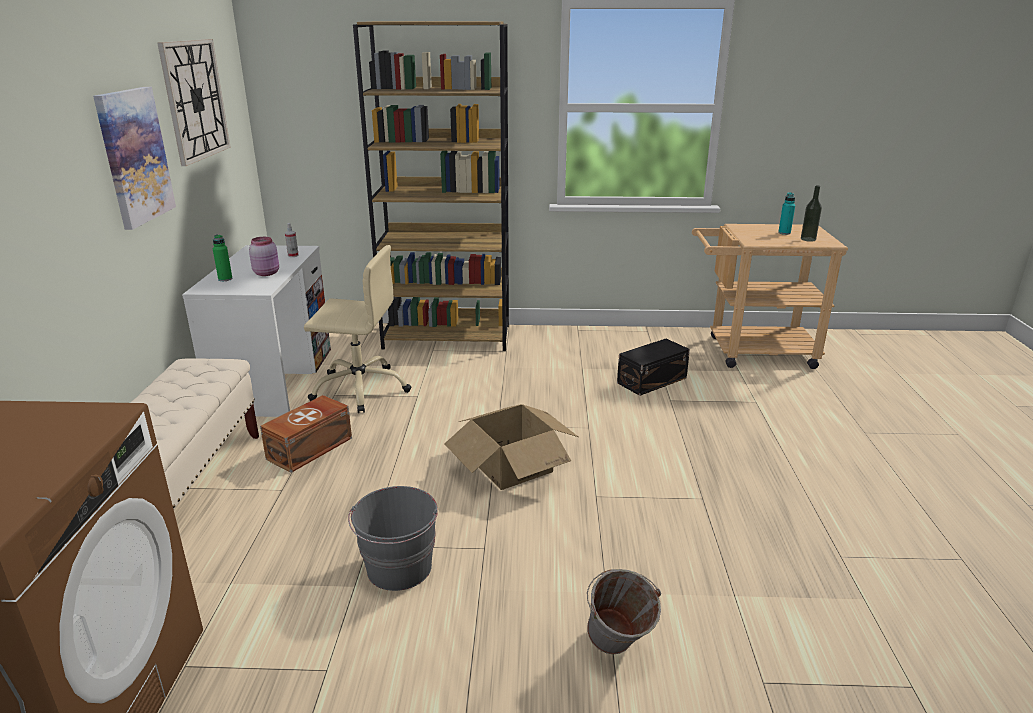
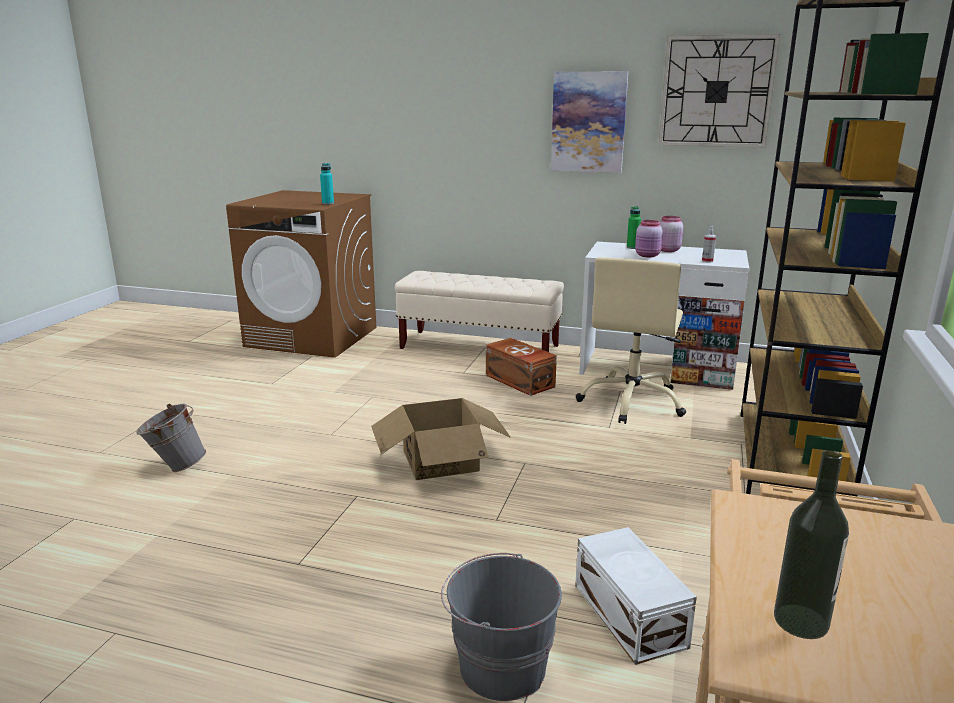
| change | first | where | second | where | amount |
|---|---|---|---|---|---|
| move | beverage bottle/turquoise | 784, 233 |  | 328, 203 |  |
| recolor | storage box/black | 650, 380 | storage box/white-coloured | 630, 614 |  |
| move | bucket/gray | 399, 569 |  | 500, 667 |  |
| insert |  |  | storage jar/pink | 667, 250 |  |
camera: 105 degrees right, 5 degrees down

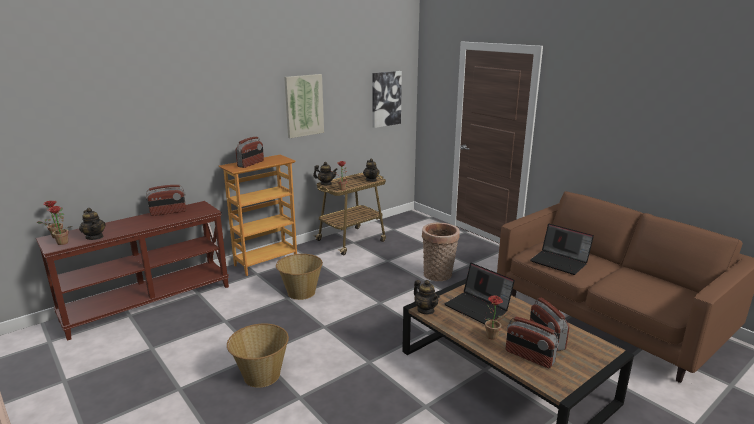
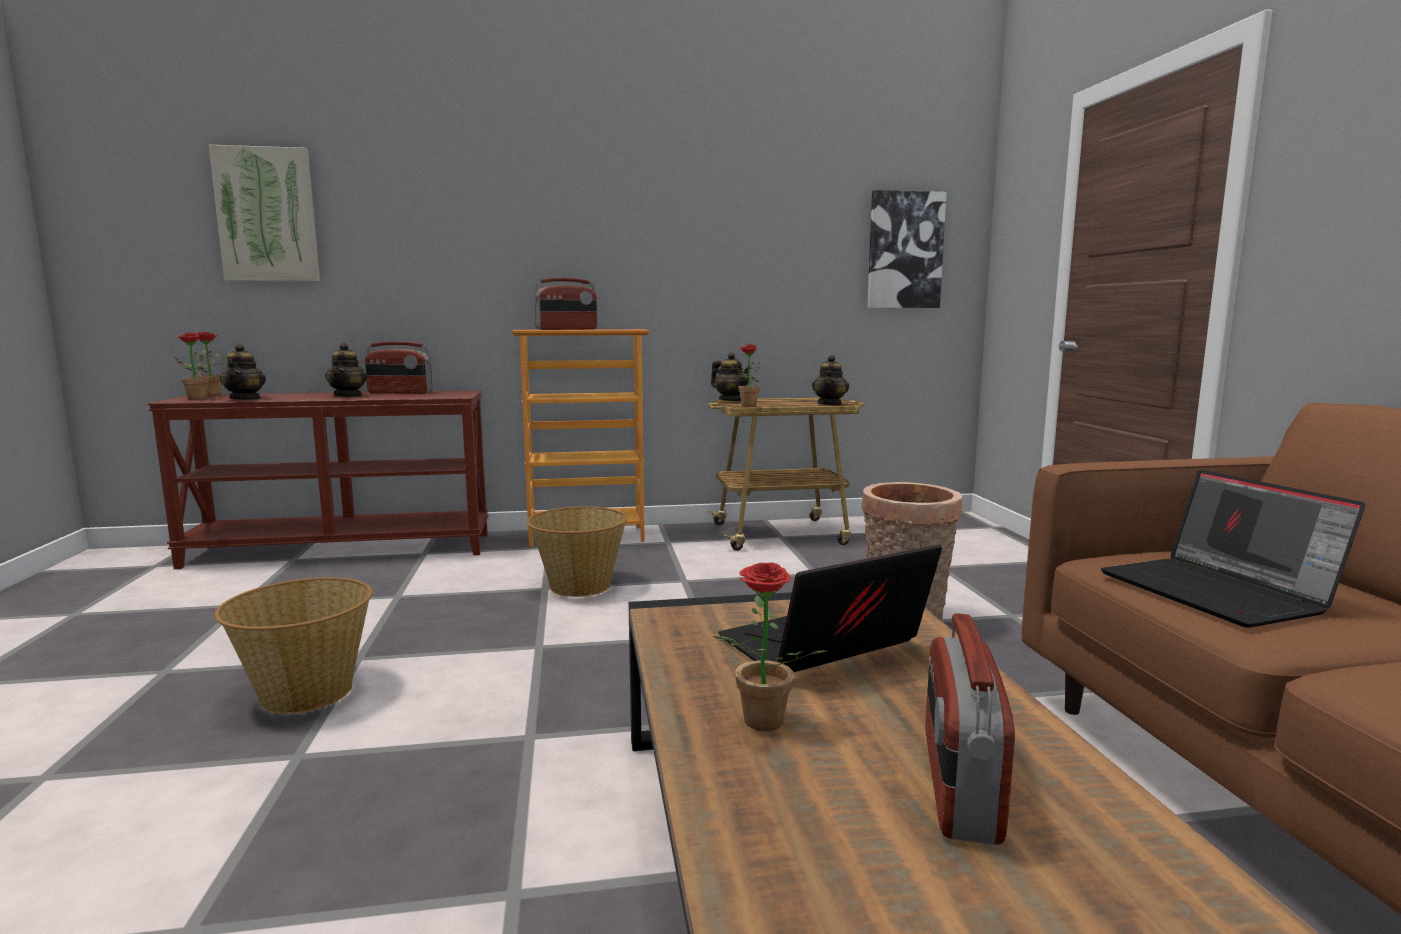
| change | first | where | second | where | amount |
|---|---|---|---|---|---|
| move | wall art | 304, 105 |  | 267, 215 |  |
| rotate | portable computer | 478, 307 |  | 823, 647 | 75 degrees clockwise |
| move | teapot | 425, 310 |  | 348, 396 |  |
| delete | radio set | 529, 357 |  |  |  |
camera: 30 degrees right, 10 degrees down

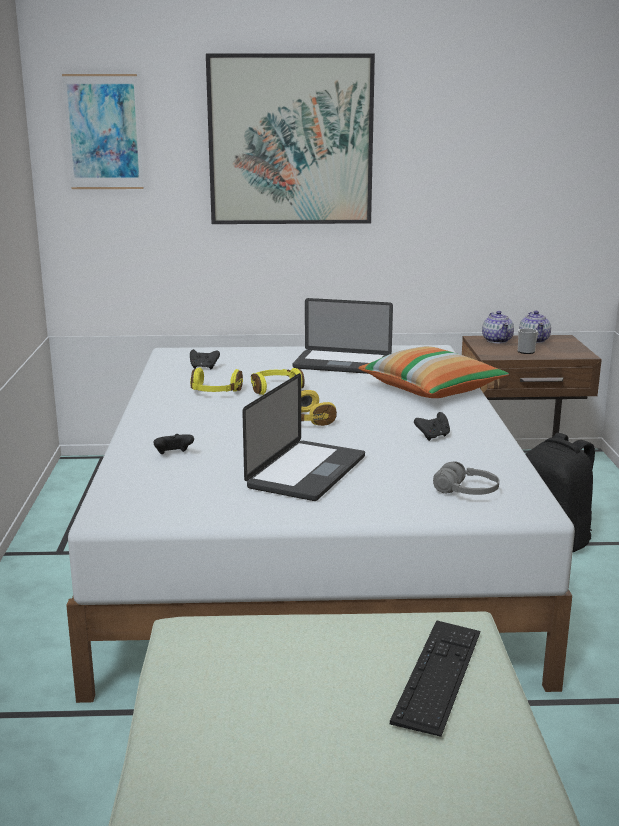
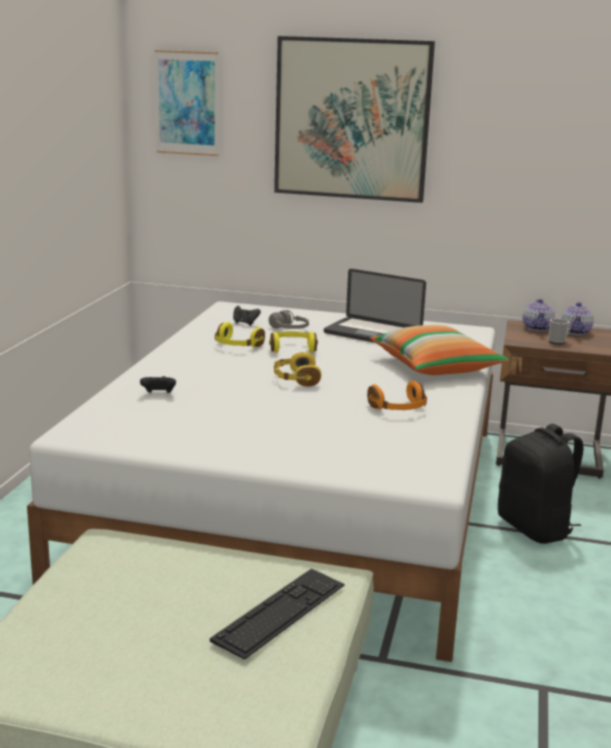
| change | first | where | second | where | amount |
|---|---|---|---|---|---|
| delete | portable computer | 307, 472 |  |  |  |
| replace | gamepad/black | 433, 437 | headset/orange | 399, 409 |  |
| move | headset/gray | 466, 492 |  | 289, 329 |  |
camera: 15 degrees right, 0 degrees up

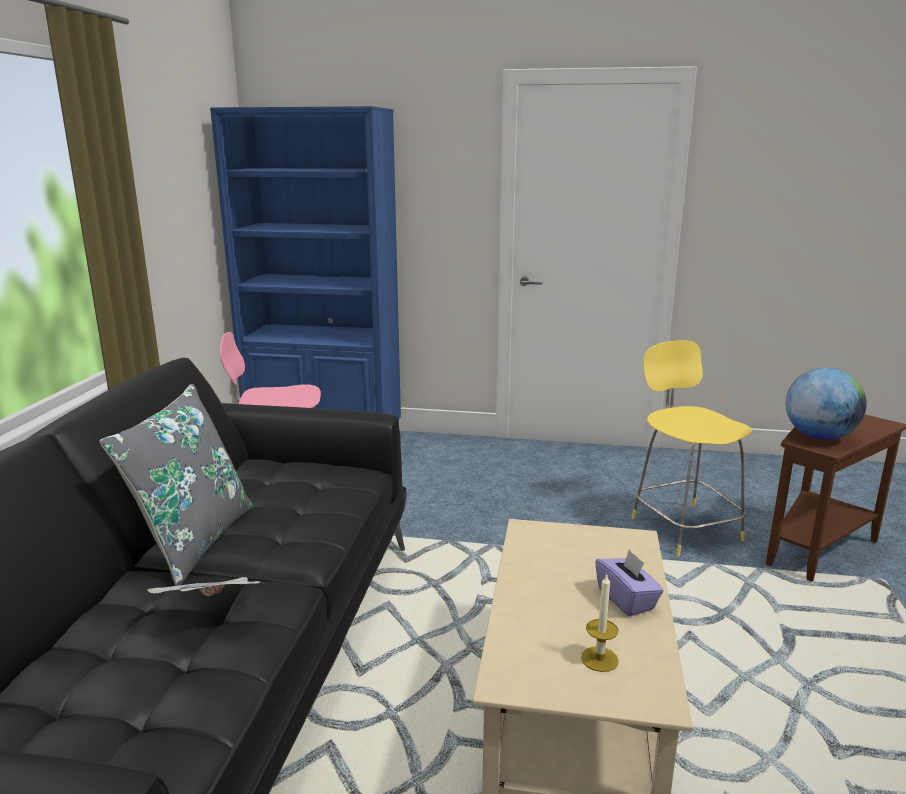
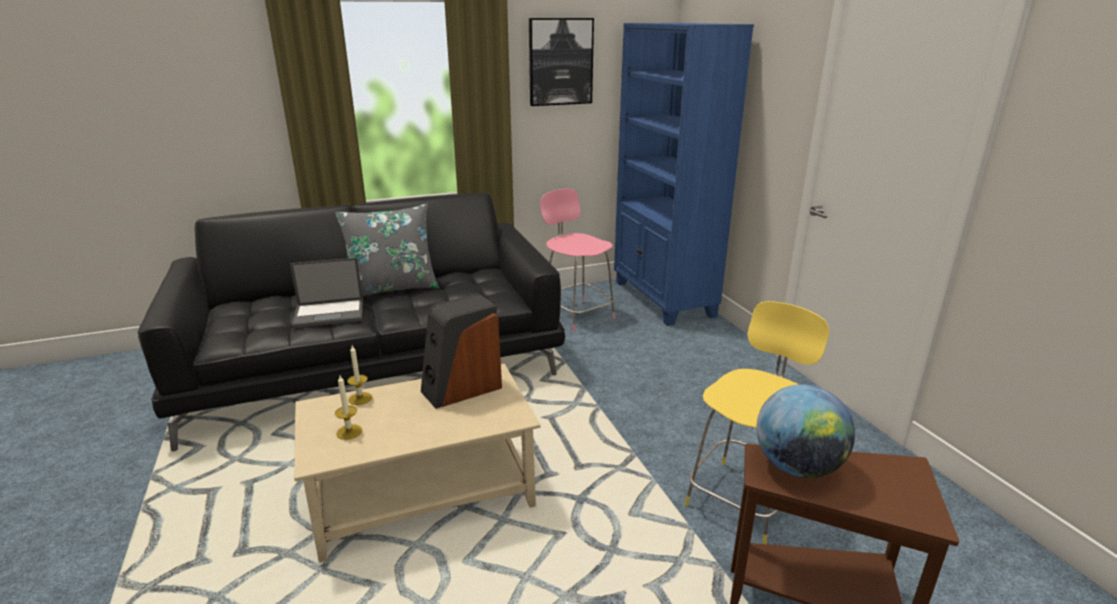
| change | first | where | second | where | amount |
|---|---|---|---|---|---|
| delete | tissue box/purplish | 627, 599 |  |  |  |
| replace | daily paper | 214, 610 | portable computer | 330, 313 |  |
| insert |  |  | wall art | 560, 62 |  |
| insert |  |  | audio speaker | 461, 388 |  |
| insert |  |  | wax candle | 360, 398 |  |
camera: 60 degrees right, 5 degrees up

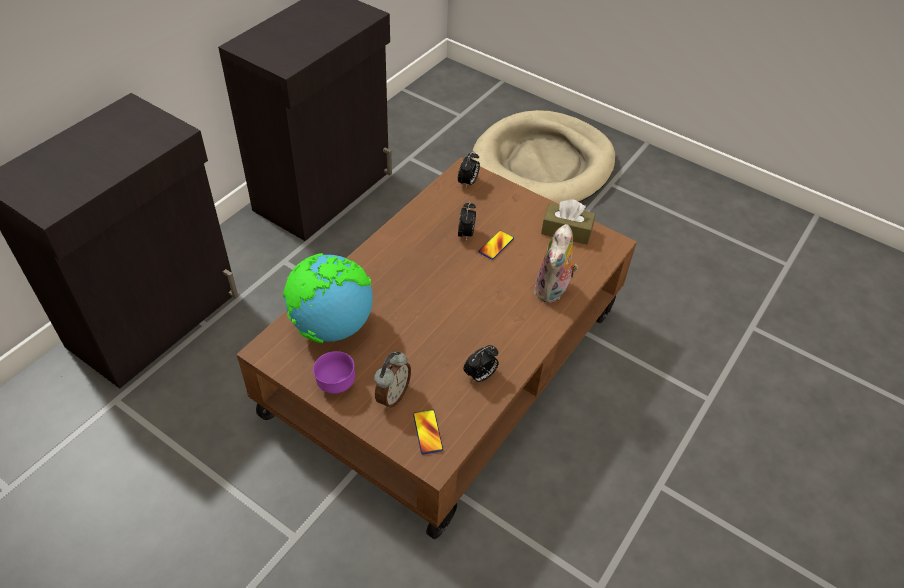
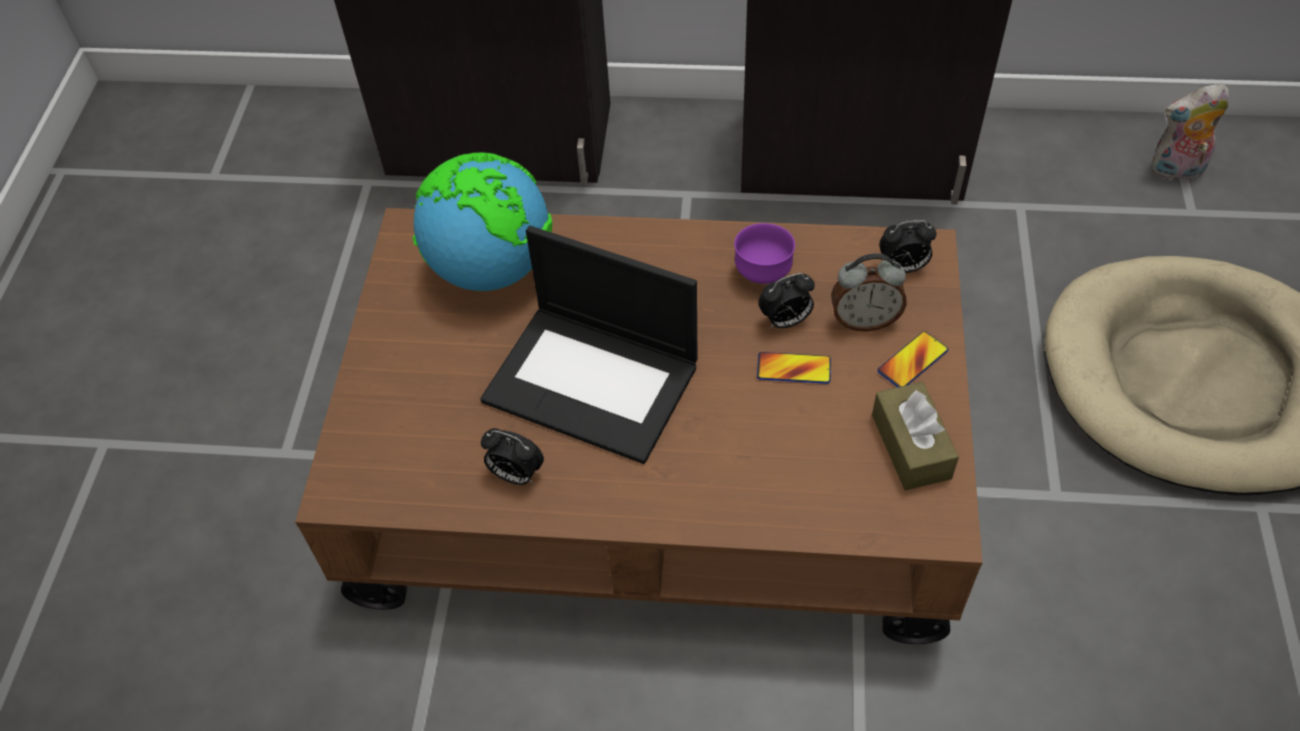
| change | first | where | second | where | amount |
|---|---|---|---|---|---|
| move | cuddly toy | 553, 291 |  | 1176, 171 |  |
| move | deep dish/purplish | 336, 384 |  | 762, 273 |  |
| move | alarm clock | 392, 395 |  | 864, 320 |  |
| move | phone | 427, 432 |  | 912, 361 |  |
| insert |  |  | portable computer | 594, 382 |  |
camera: 65 degrees right, 5 degrees up

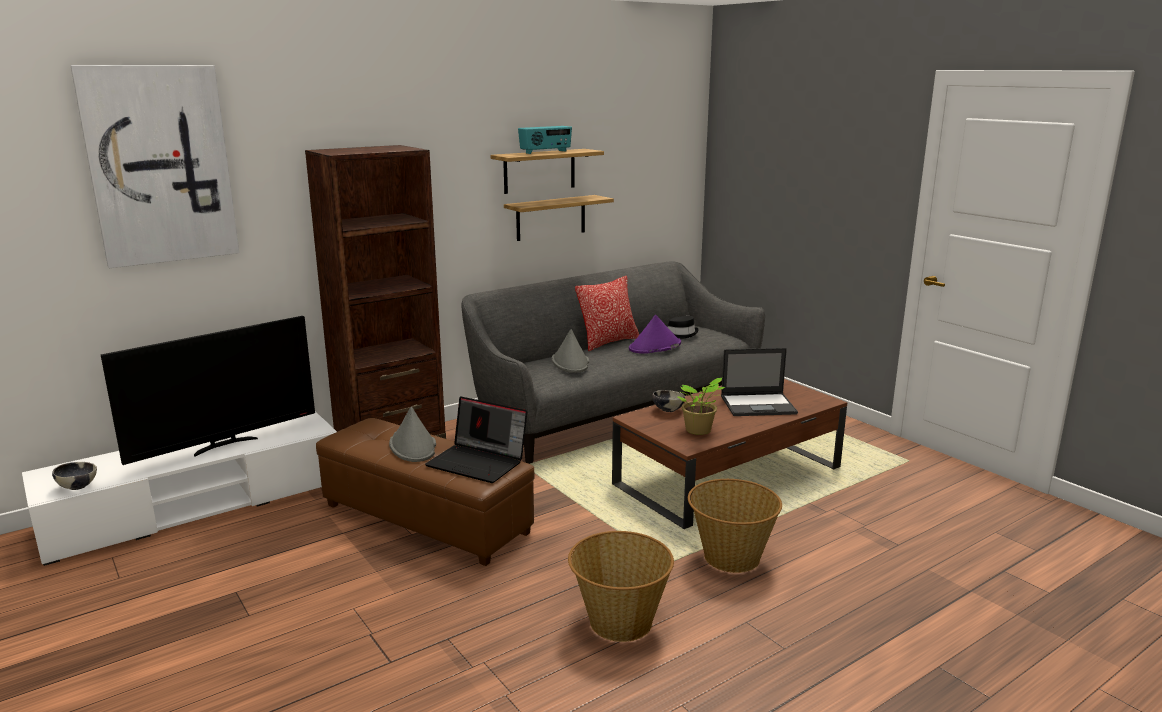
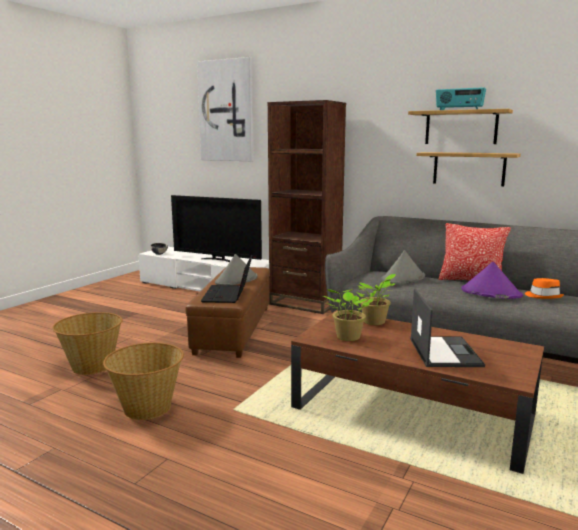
| change | first | where | second | where | amount |
|---|---|---|---|---|---|
| recolor | wearable hat/black | 680, 334 | wearable hat/orange | 543, 296 |  |
| rotate | portable computer | 759, 405 |  | 444, 351 | 150 degrees counterclockwise |
| replace | deep dish | 667, 410 | houseplant | 375, 322 |  |
| move | basket | 730, 557 |  | 92, 365 |  |
camera: 65 degrees right, 5 degrees down

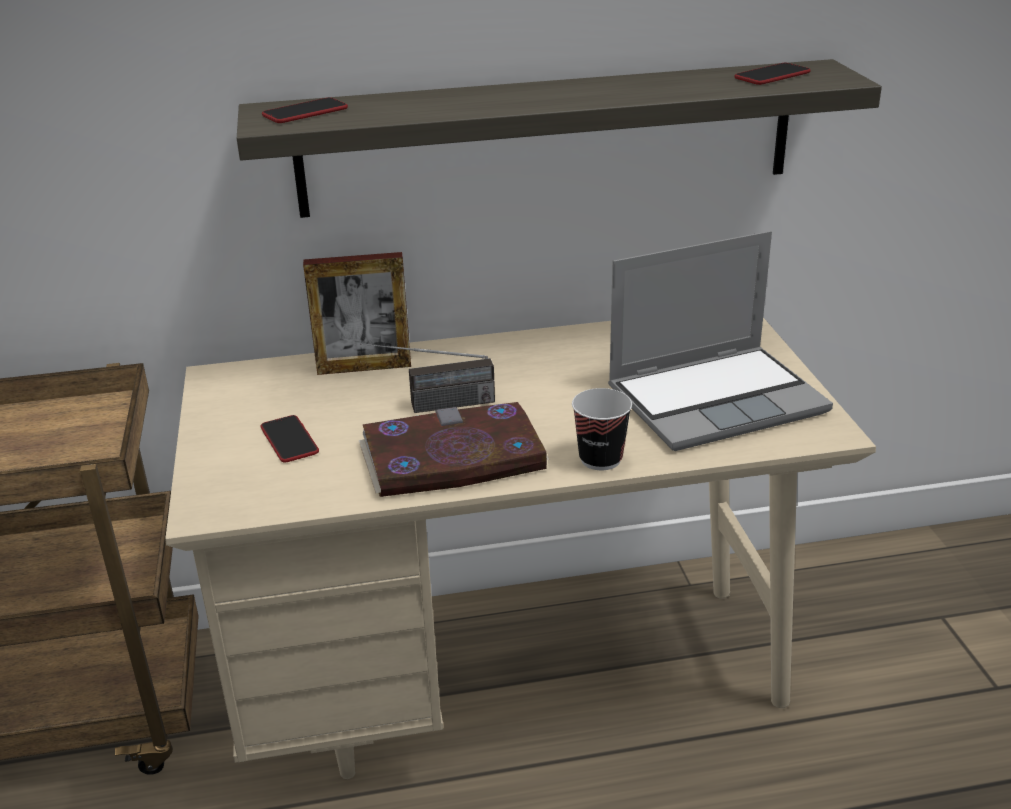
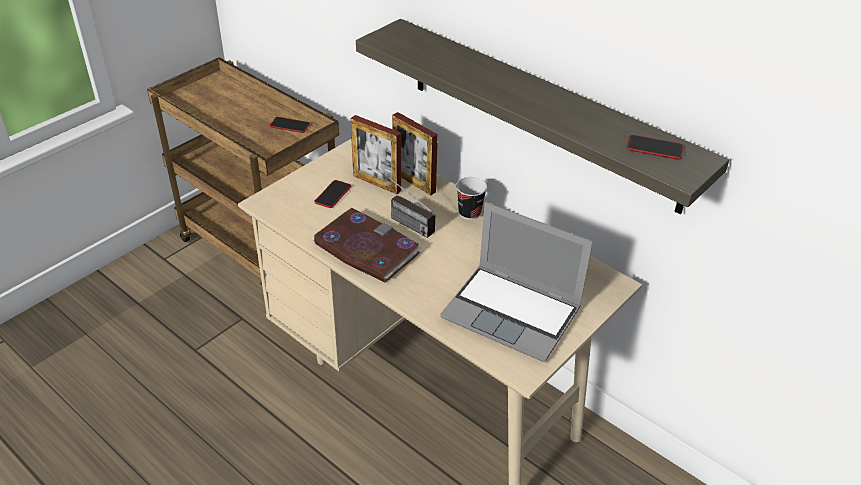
| change | first | where | second | where | amount |
|---|---|---|---|---|---|
| move | phone | 305, 112 |  | 290, 125 |  |
| move | cup | 600, 459 |  | 469, 213 |  |
| insert |  |  | standing frame | 377, 183 |  |
camera: 50 degrees right, 10 degrees up

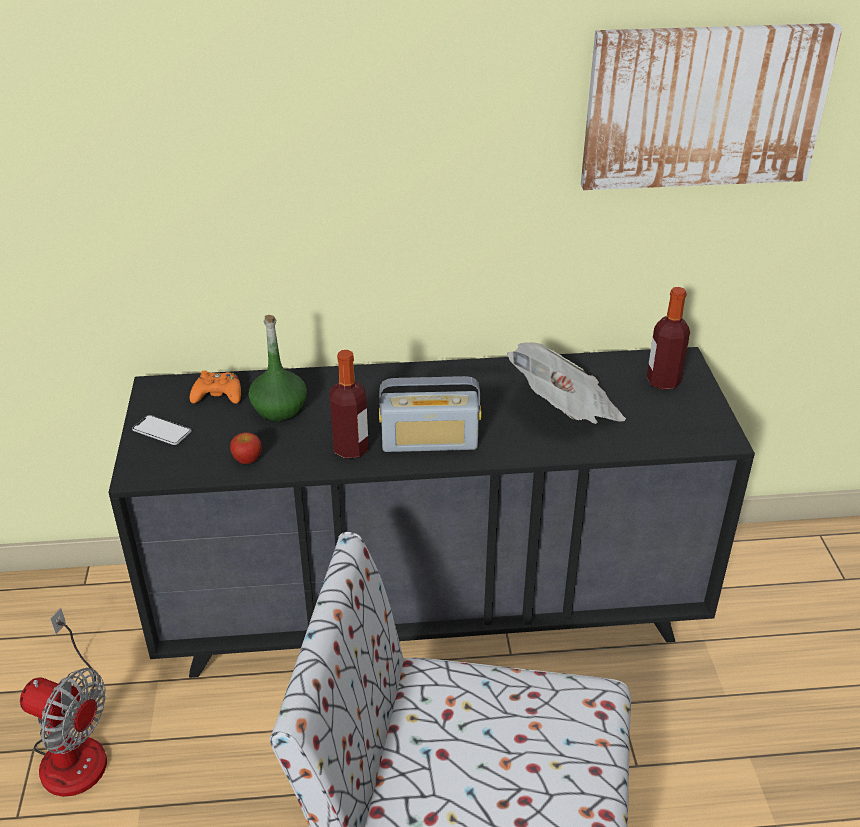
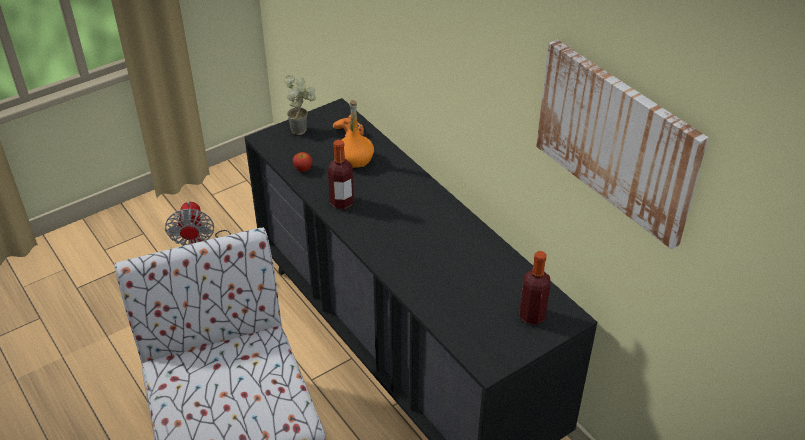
| change | first | where | second | where | amount |
|---|---|---|---|---|---|
| recolor | beverage bottle/greenish | 279, 409 | beverage bottle/orange | 355, 160 |  |
| delete | daily paper | 565, 410 |  |  |  |
| delete | radio set | 429, 442 |  |  |  |
| replace | phone | 162, 431 | houseplant | 303, 129 |  |
camera: 60 degrees right, 5 degrees up

